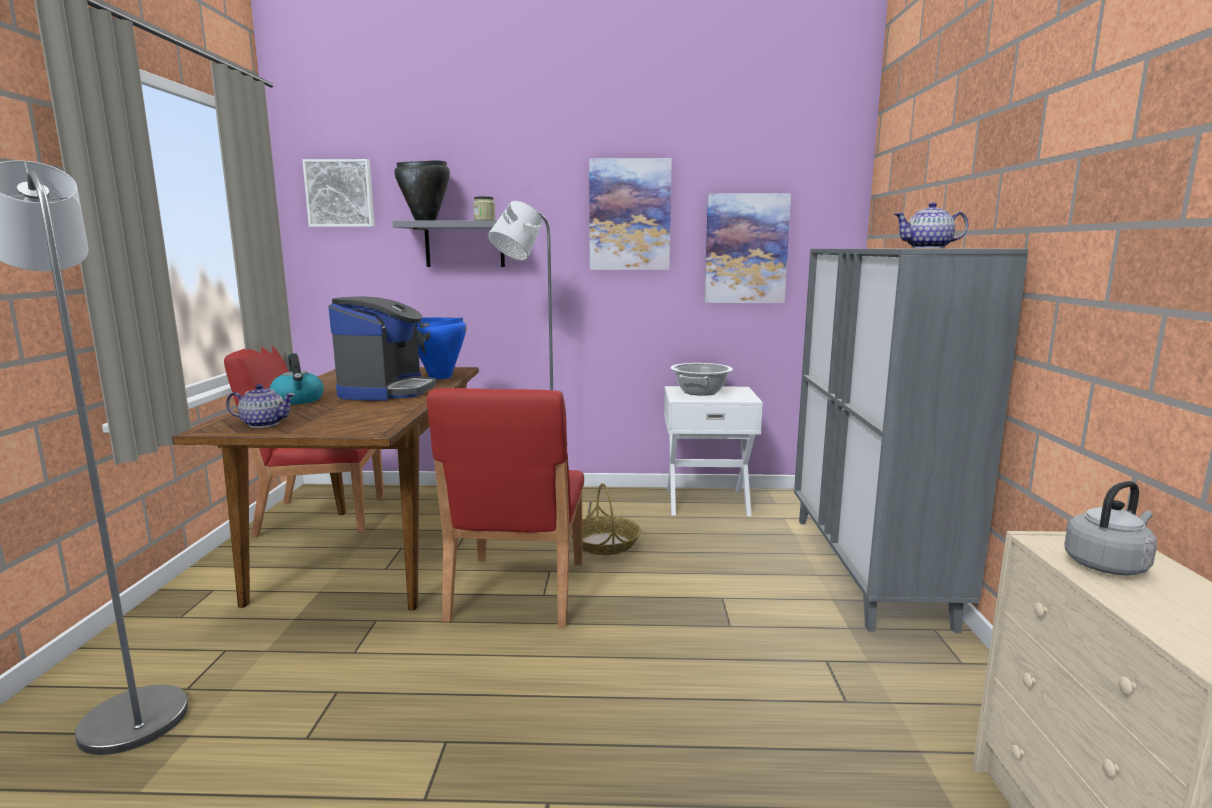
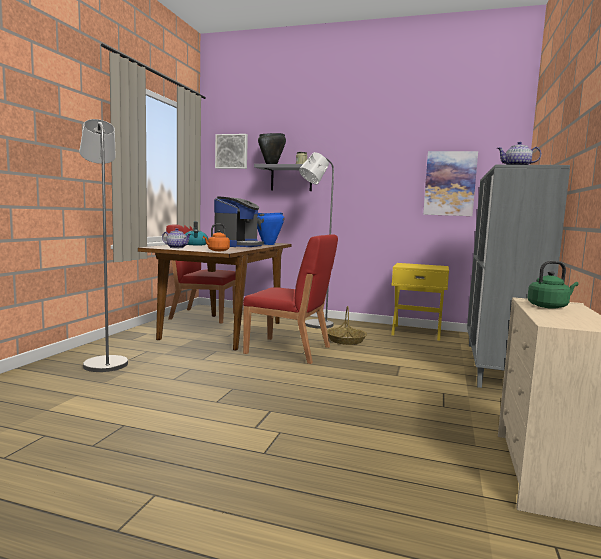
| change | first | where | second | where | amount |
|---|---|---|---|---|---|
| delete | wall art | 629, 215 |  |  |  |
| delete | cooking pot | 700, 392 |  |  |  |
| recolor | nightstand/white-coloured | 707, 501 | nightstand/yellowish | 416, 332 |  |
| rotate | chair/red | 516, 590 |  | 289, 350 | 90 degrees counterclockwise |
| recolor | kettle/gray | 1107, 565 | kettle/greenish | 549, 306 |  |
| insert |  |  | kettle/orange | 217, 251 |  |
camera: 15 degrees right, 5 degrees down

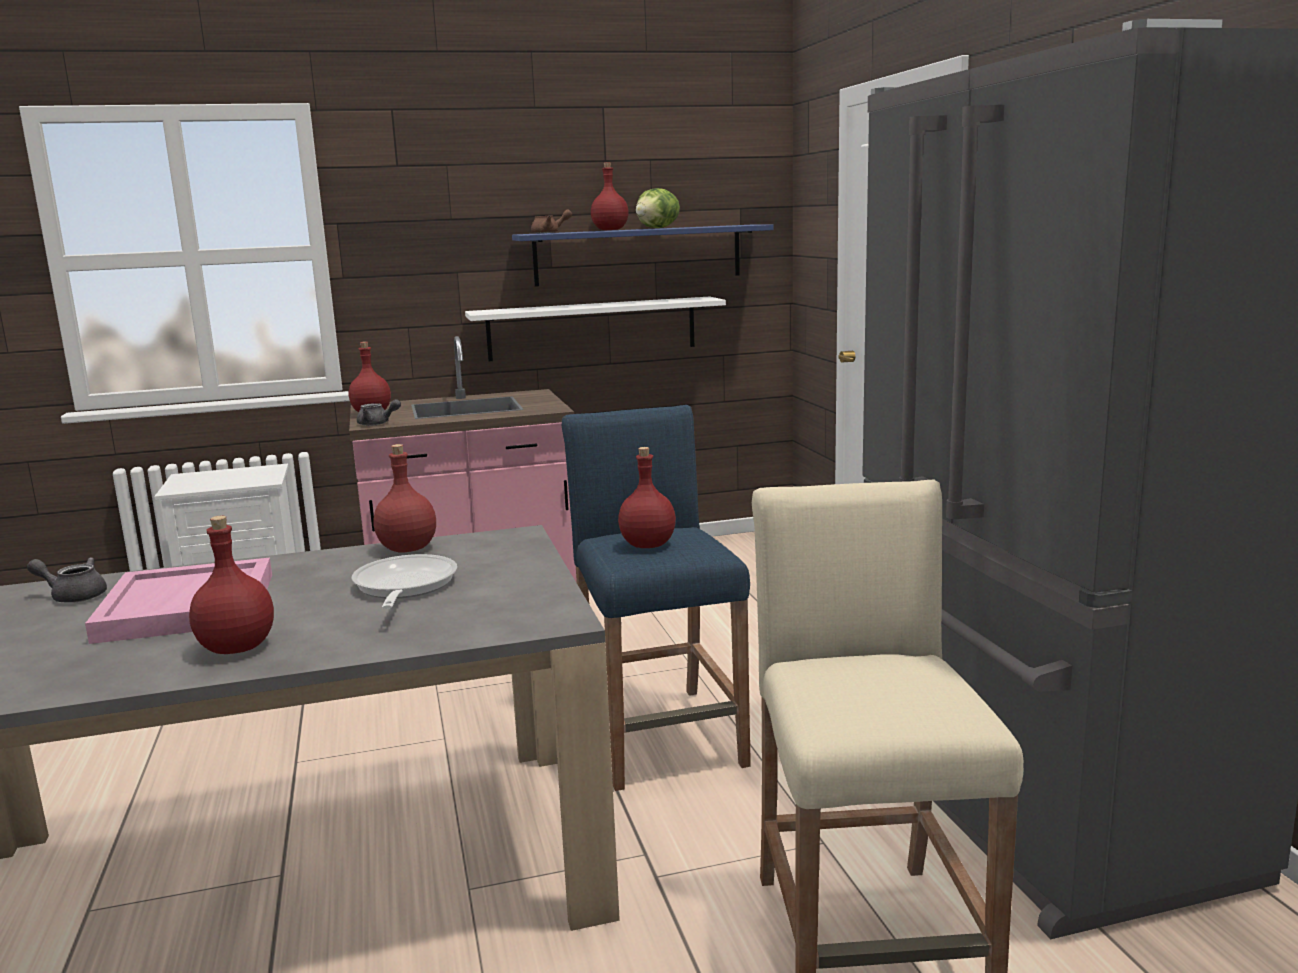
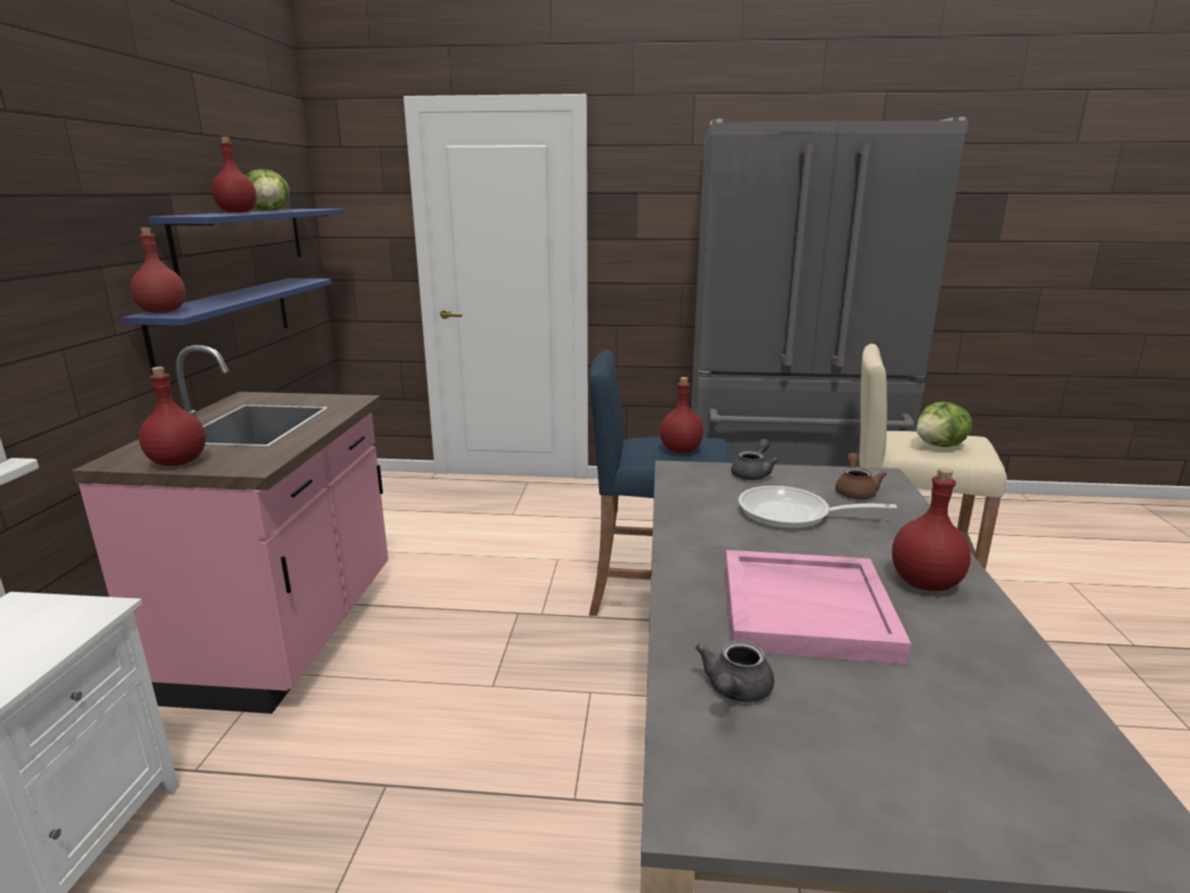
| change | first | where | second | where | amount |
|---|---|---|---|---|---|
| move | teapot/brown-coloured | 549, 232 |  | 855, 491 |  |
| recolor | bracket shelf/white-coloured | 592, 328 | bracket shelf/blue | 224, 321 |  |
| move | teapot/gray | 377, 424 |  | 753, 474 |  |
| move | beverage bottle/red | 408, 548 |  | 162, 312 |  |
| insert |  |  | lettuce head | 940, 446 |  |
camera: 70 degrees left, 5 degrees up

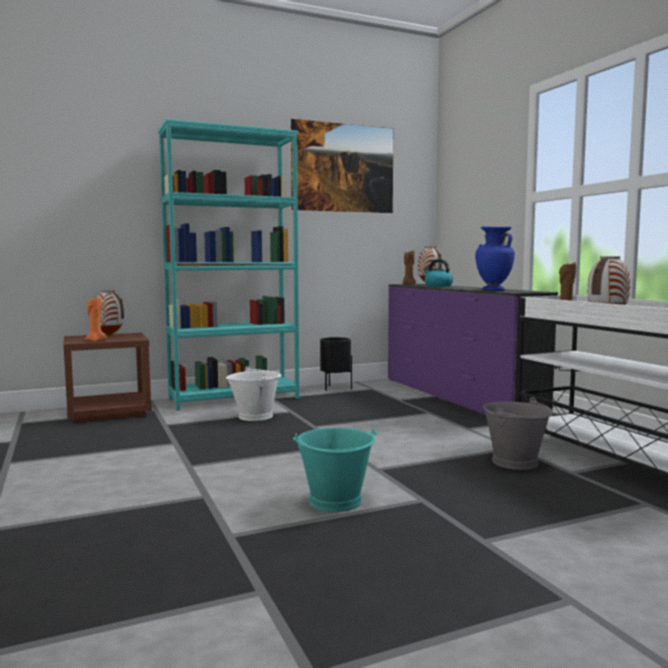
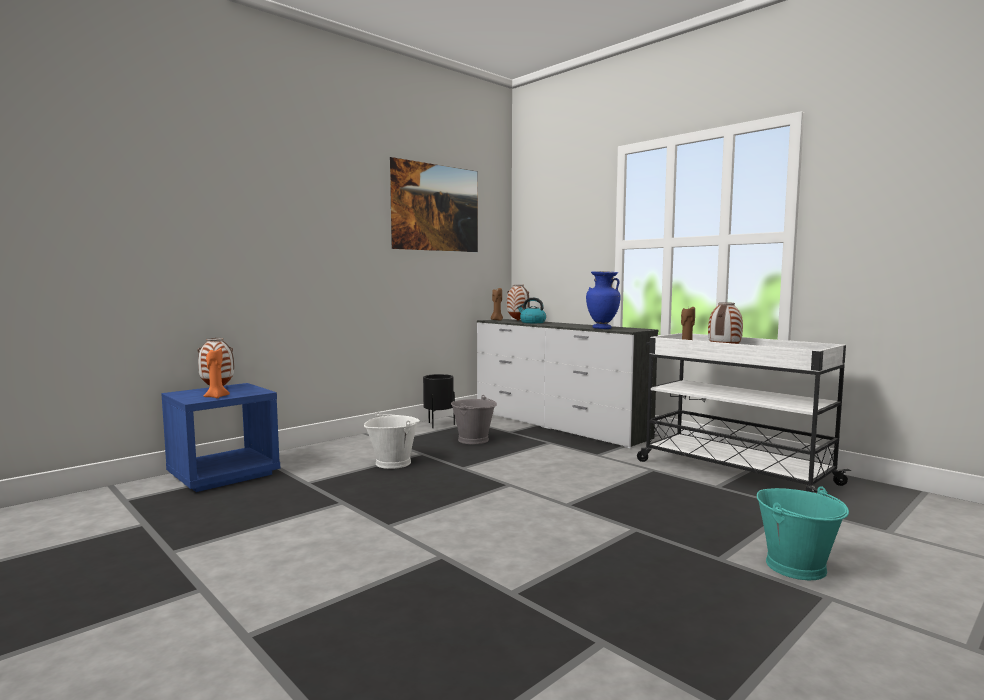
| change | first | where | second | where | amount |
|---|---|---|---|---|---|
| delete | bookcase/turquoise | 234, 399 |  |  |  |
| recolor | chest of drawers/purplish | 457, 397 | chest of drawers/white-coloured | 557, 425 |  |
| recolor | nightstand/brown-coloured | 109, 412 | nightstand/blue | 224, 475 |  |
| move | bucket/gray | 515, 462 |  | 473, 440 |  |
| move | bucket/turquoise | 336, 501 |  | 796, 566 |  |
camera: 20 degrees left, 0 degrees up

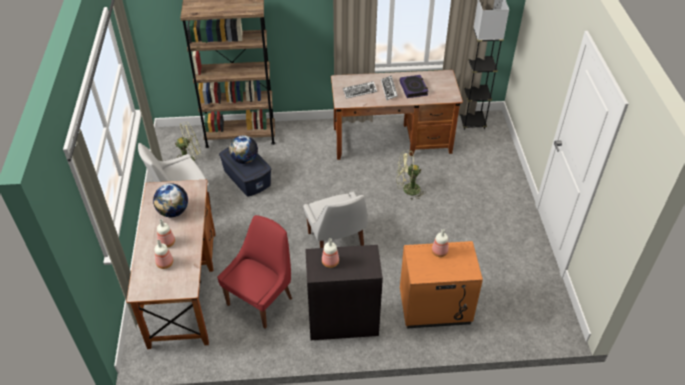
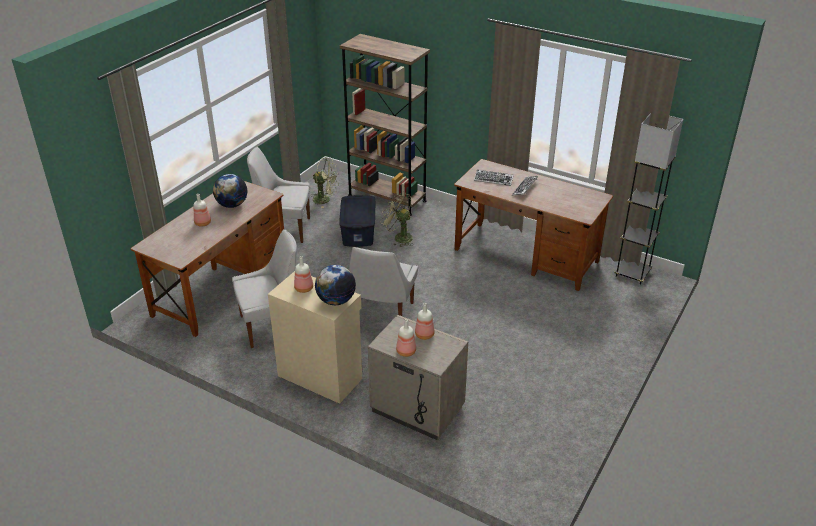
| change | first | where | second | where | amount |
|---|---|---|---|---|---|
| delete | book | 413, 88 |  |  |  |
| move | desk globe | 244, 160 |  | 336, 300 |  |
| move | cooling fan/greenish | 407, 190 |  | 399, 237 |  |
| recolor | chair/red | 261, 300 | chair/white-coloured | 271, 326 |  |
| move | beverage bottle | 165, 263 |  | 406, 352 |  |
| recolor | nightstand/orange | 435, 308 | nightstand/beige | 416, 409 |  |
| recolor | cupboard/black | 342, 321 | cupboard/beige | 320, 376 |  |
camera: 35 degrees right, 10 degrees down

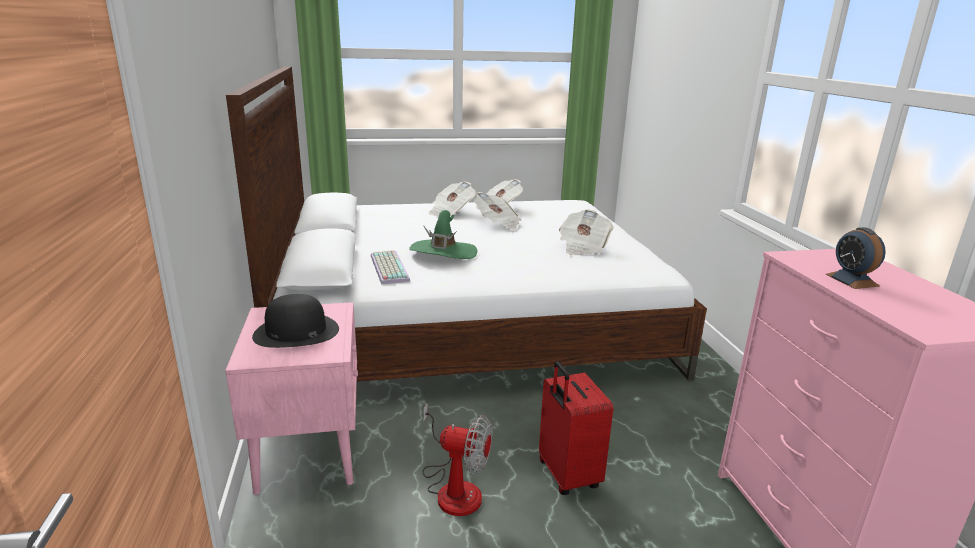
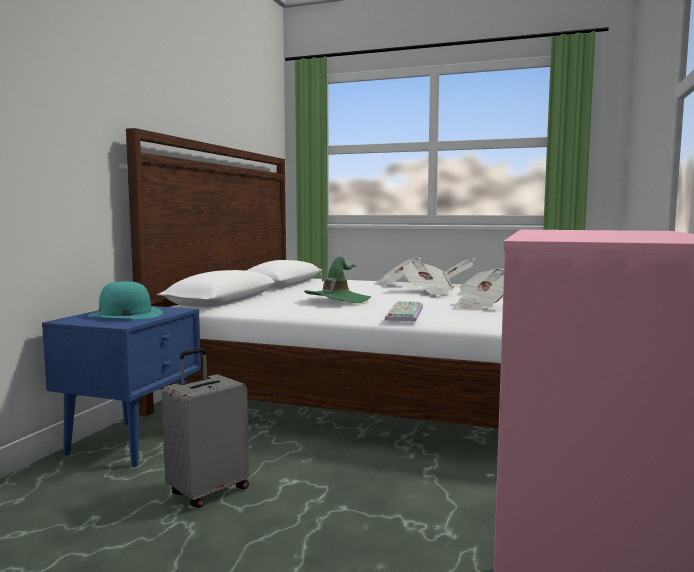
| change | first | where | second | where | amount |
|---|---|---|---|---|---|
| delete | alarm clock | 852, 280 |  |  |  |
| move | keyboard | 387, 267 |  | 403, 313 |  |
| recolor | wearable hat/black | 296, 332 | wearable hat/turquoise | 125, 314 |  |
| recolor | nightstand/pink | 309, 454 | nightstand/blue | 132, 442 |  |
| delete | piece of luggage/red | 567, 475 |  |  |  |
| replace | cooling fan | 454, 487 | piece of luggage/gray | 208, 491 |  |
camera: 30 degrees right, 15 degrees down

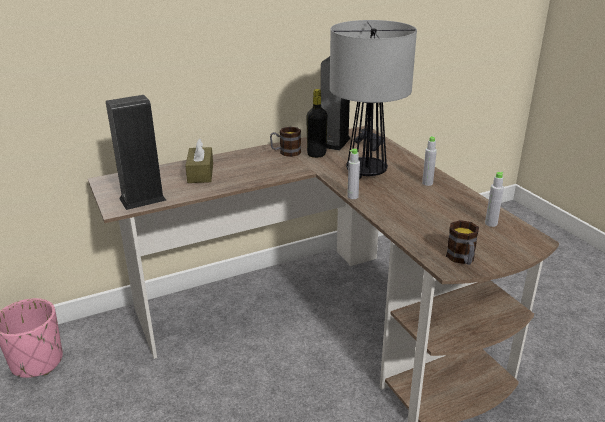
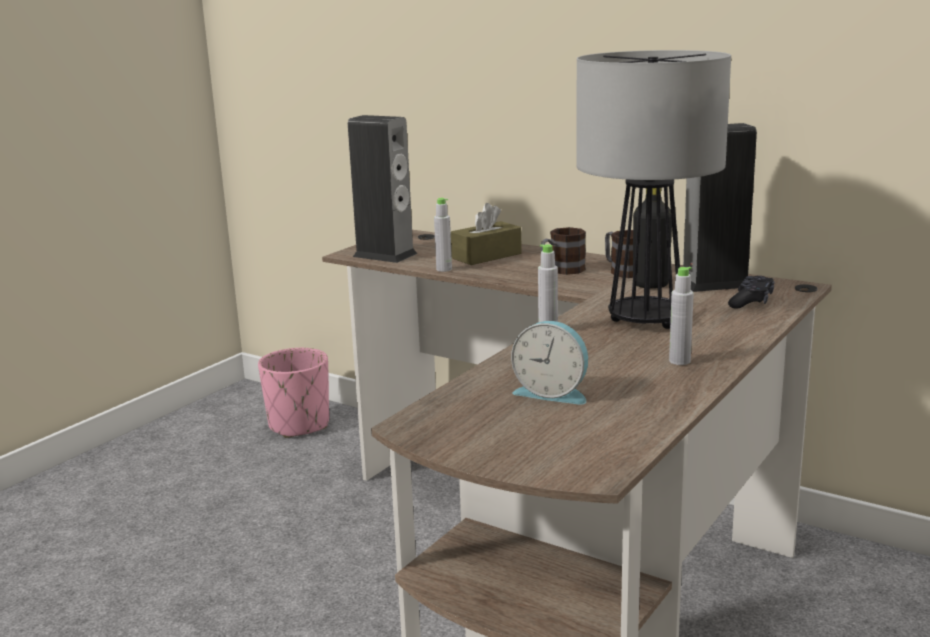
| change | first | where | second | where | amount |
|---|---|---|---|---|---|
| move | beverage bottle/gray | 491, 223 |  | 444, 269 |  |
| move | tea mug | 462, 259 |  | 561, 271 |  |
| insert |  |  | alarm clock | 552, 393 |  |
camera: 60 degrees right, 10 degrees down

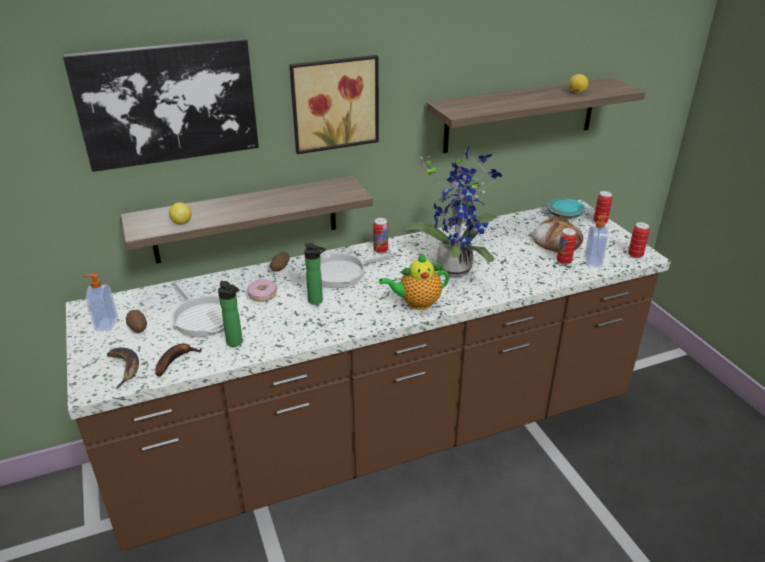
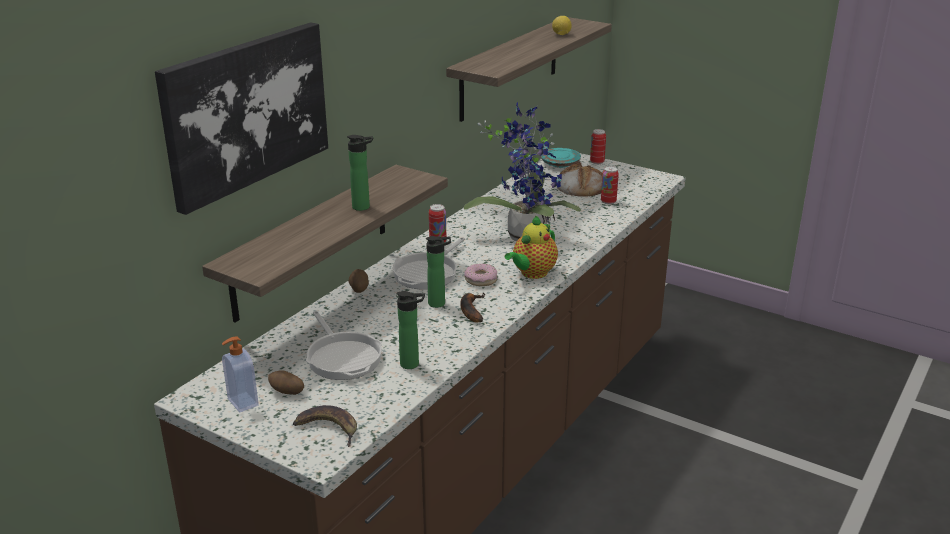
| change | first | where | second | where | amount |
|---|---|---|---|---|---|
| delete | wall art | 334, 103 |  |  |  |
| delete | lemon | 181, 222 |  |  |  |
| delete | liquid soap bottle | 593, 261 |  |  |  |
| delete | sealed can | 635, 255 |  |  |  |
| move | ring doughnut | 262, 294 |  | 481, 280 |  |
| rotate | frying pan | 203, 317 |  | 343, 357 | 45 degrees clockwise |
| move | whole banana | 175, 360 |  | 470, 310 |  |
| insert |  |  | beverage bottle | 364, 207 |  |
camera: 35 degrees left, 5 degrees down

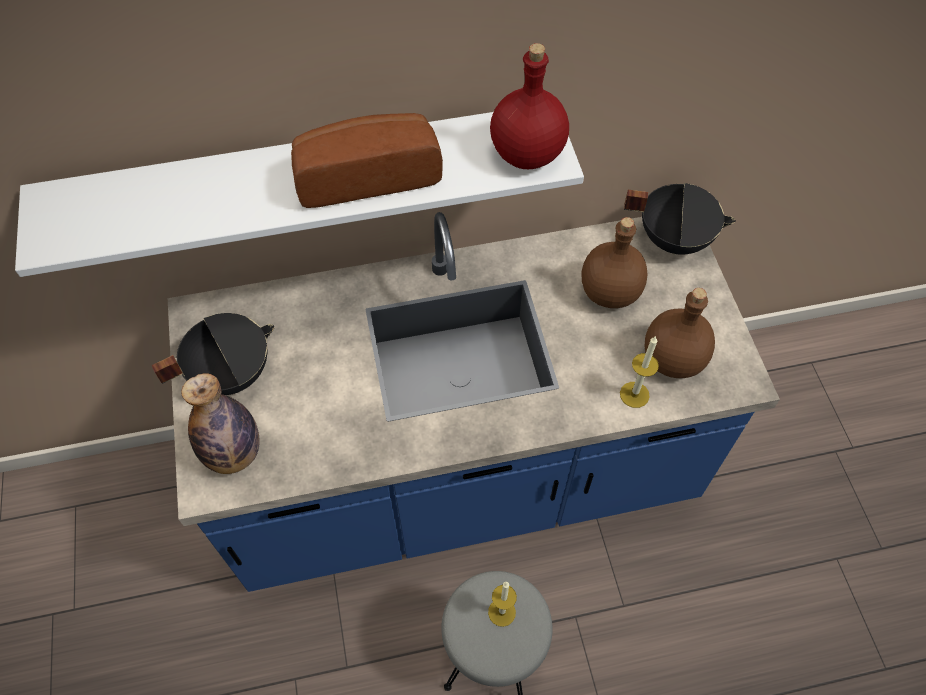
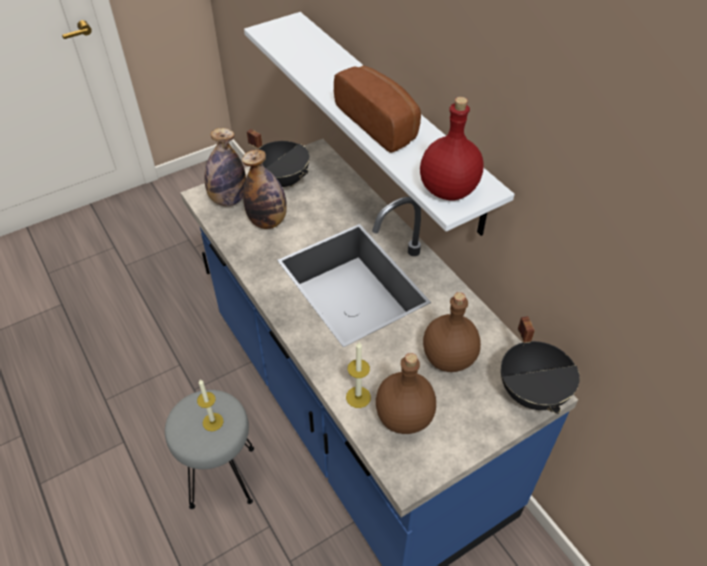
| change | first | where | second | where | amount |
|---|---|---|---|---|---|
| insert |  |  | beverage bottle | 268, 221 |  |
camera: 70 degrees right, 10 degrees down

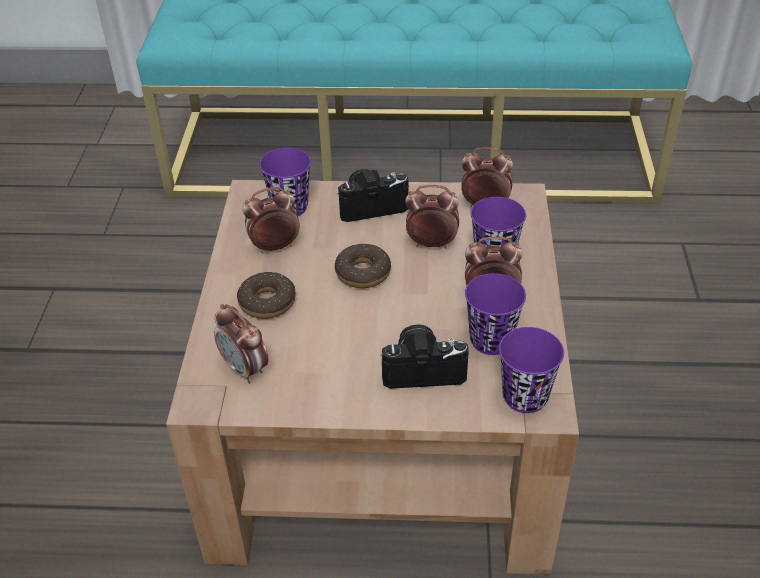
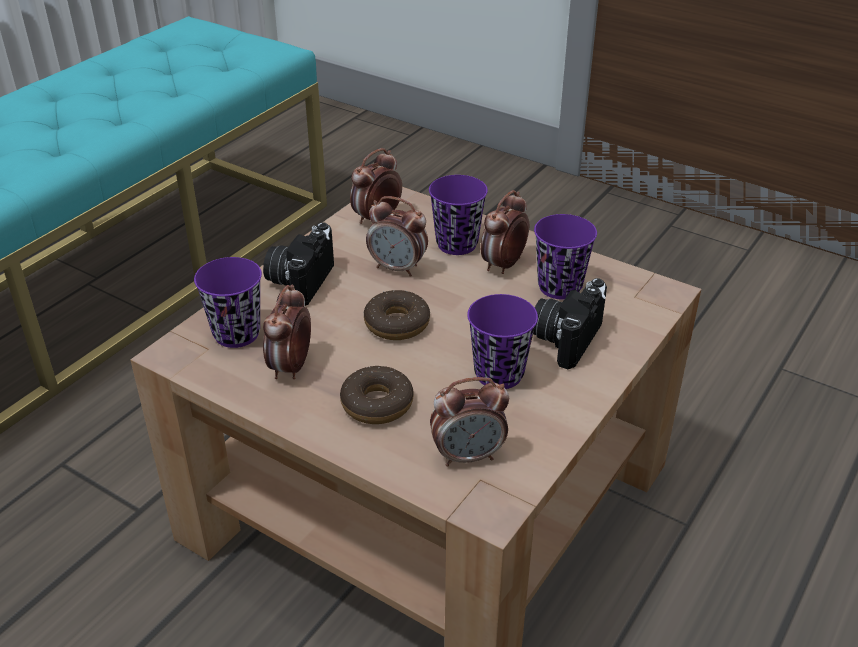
| change | first | where | second | where | amount |
|---|---|---|---|---|---|
| rotate | alarm clock | 431, 243 |  | 398, 268 | 105 degrees counterclockwise |
| move | cup/purplish | 525, 397 |  | 499, 374 |  |
camera: 60 degrees left, 5 degrees down

